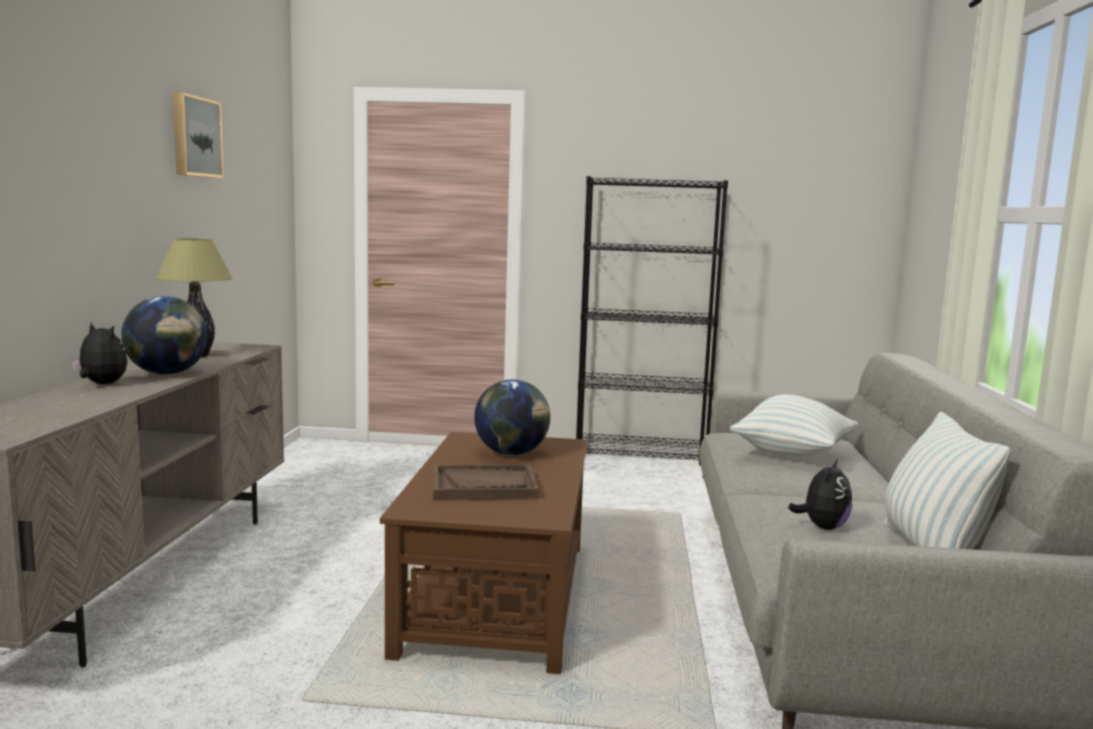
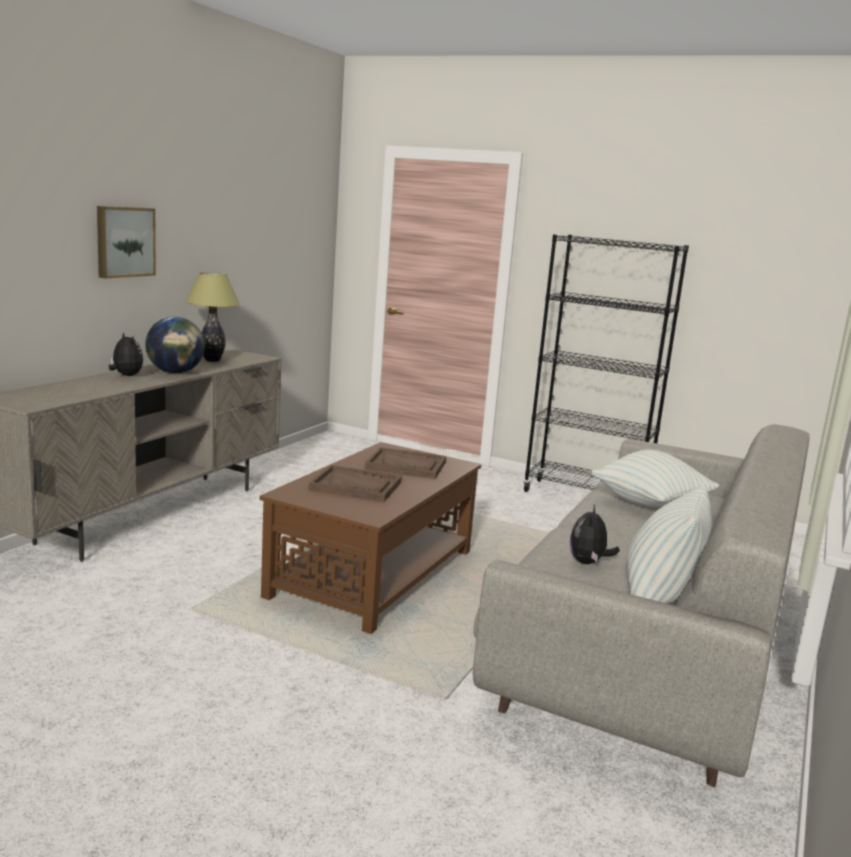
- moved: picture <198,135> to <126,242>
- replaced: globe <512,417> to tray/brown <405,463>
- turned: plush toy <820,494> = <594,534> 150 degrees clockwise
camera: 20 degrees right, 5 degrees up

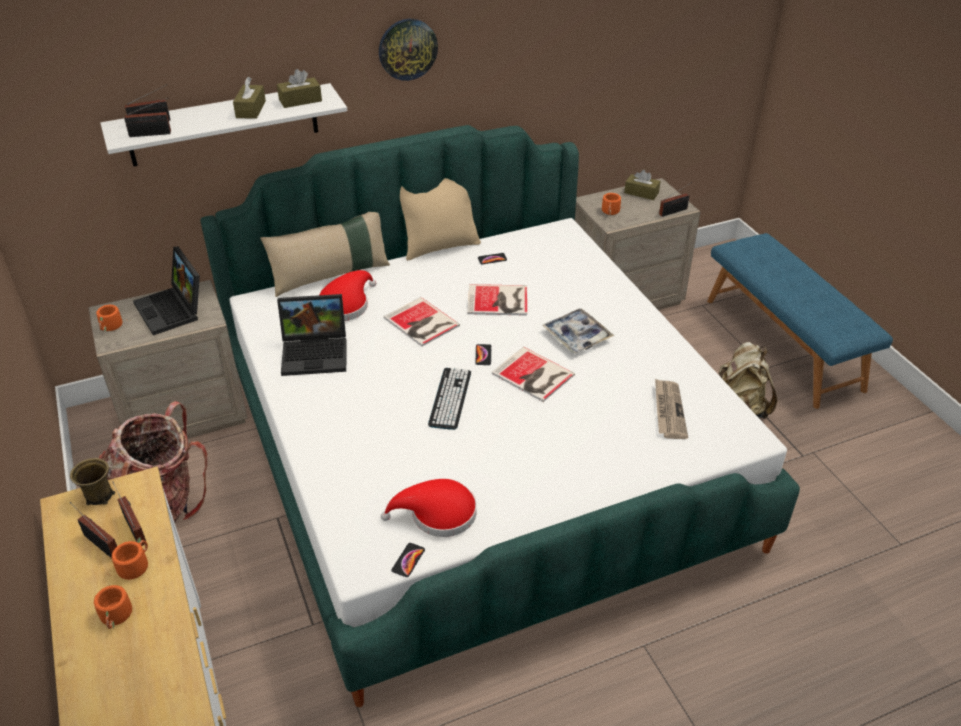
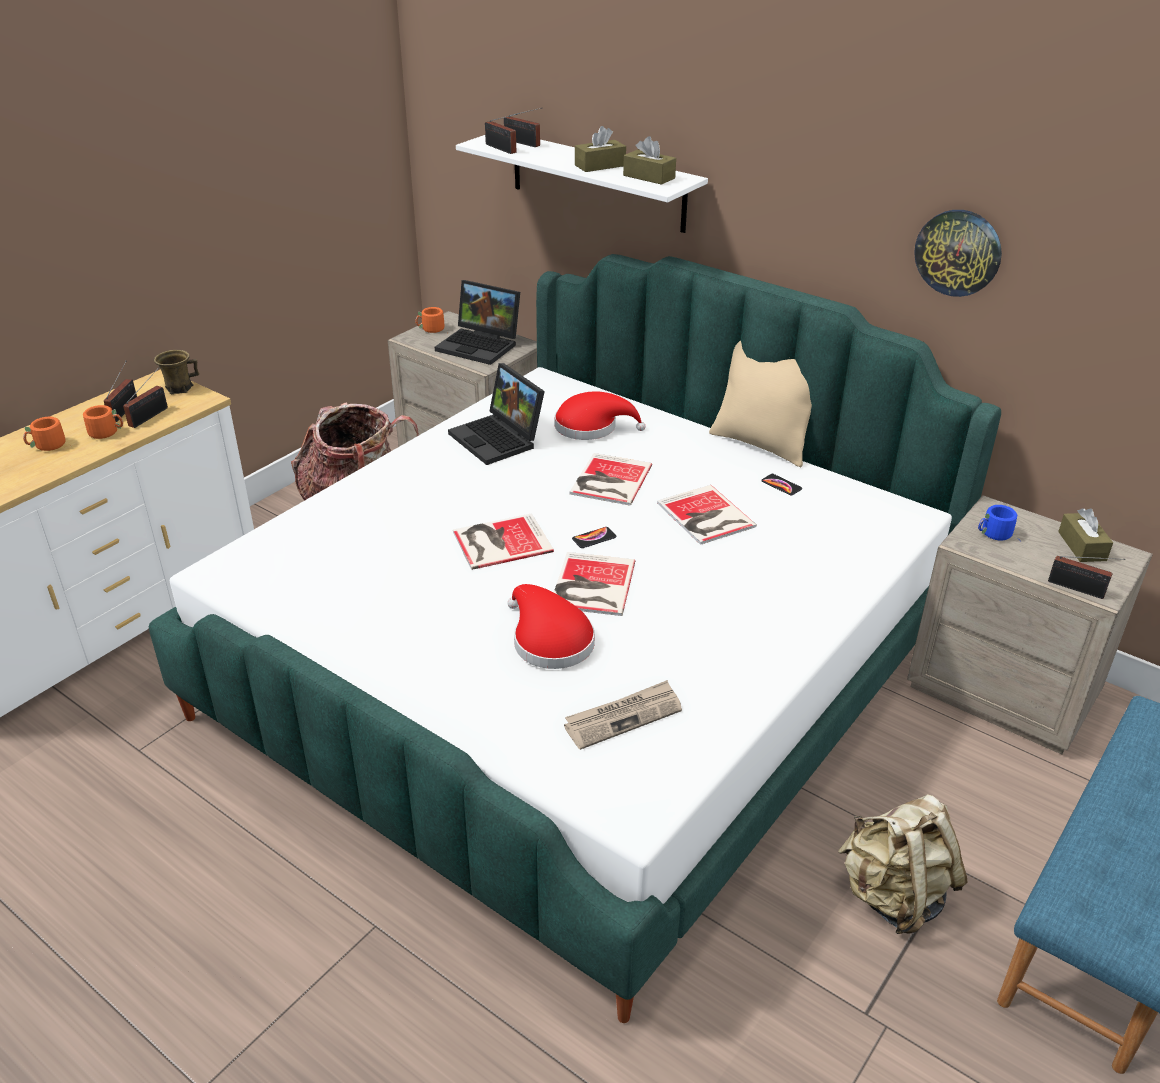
- removed: pillow/beige <325,254>
- removed: phone <408,560>
- removed: tray <578,331>
- moved: wall clock <408,50> to <958,253>
- moved: hat/red <429,508> to <551,626>
- replaced: keyboard <449,399> to book <503,541>
- recoloured: mug/orange <613,204> to mug/blue <997,523>
- turned: laptop <166,290> = <477,322> 90 degrees counterclockwise
camera: 60 degrees right, 5 degrees down

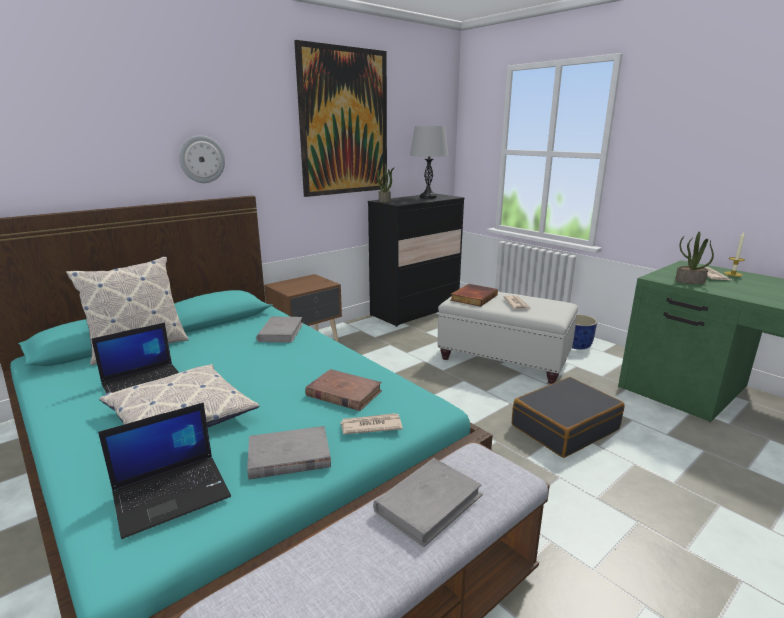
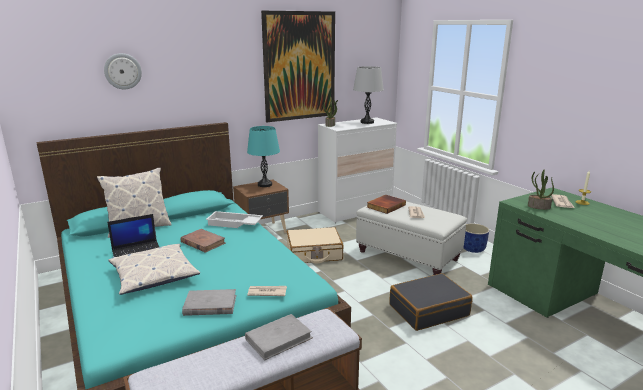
- removed: laptop <164,470>
- added: table lamp/turquoise <263,156>
- added: suitcase/beige <315,245>
- moved: wall clock <202,159> to <123,71>
- moved: book/brown <343,390> to <202,241>
- replaced: book/grey <279,330> to tray/white <234,219>
- recoloured: dresser/black <416,260> to dresser/white <357,170>
camera: 10 degrees right, 0 degrees up

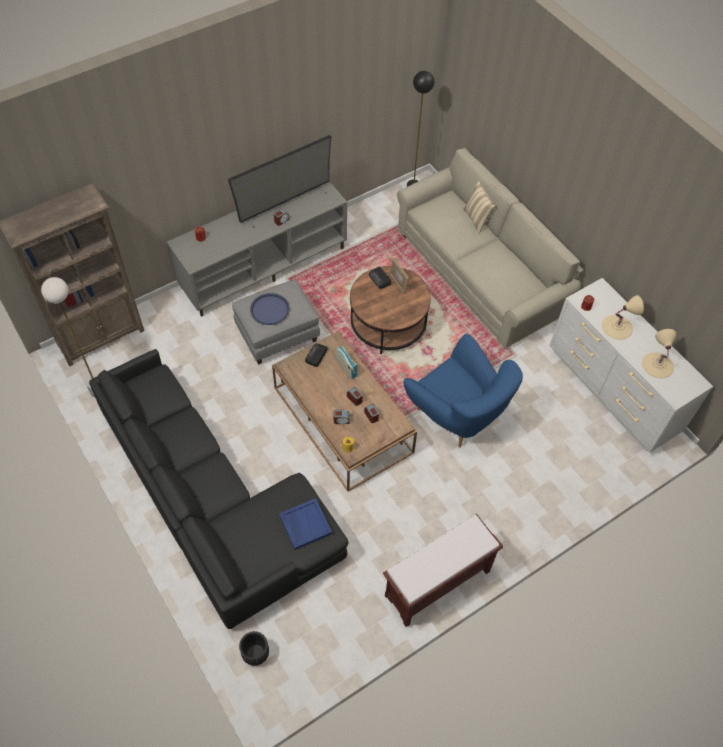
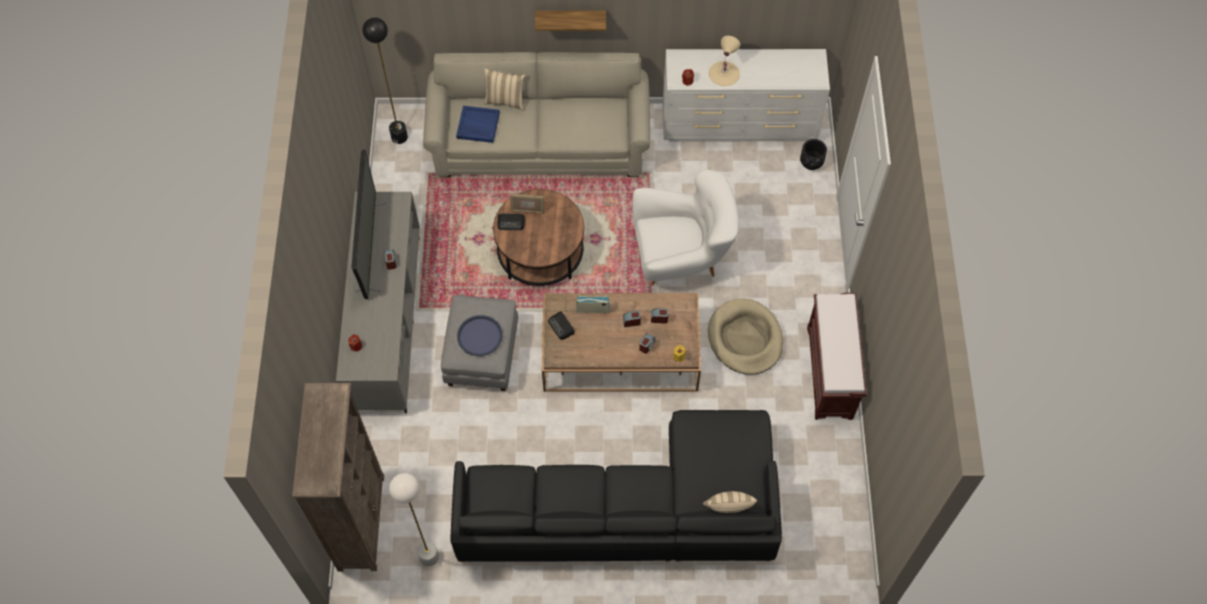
- removed: table lamp/beige <659,353>
- added: shelf <570,20>
- added: pillow/beige <729,502>
- added: dog bed/beige <745,336>
- moved: planter/black <254,648> to <813,154>
- moved: tray/blue <305,524> to <478,124>
- recoloured: armchair/blue <463,391> to armchair/white <685,227>
camera: 55 degrees left, 5 degrees up

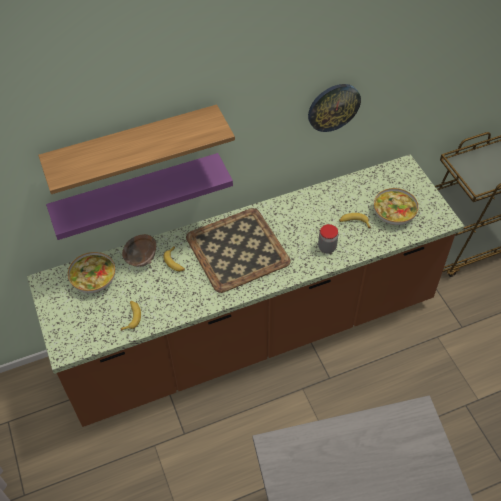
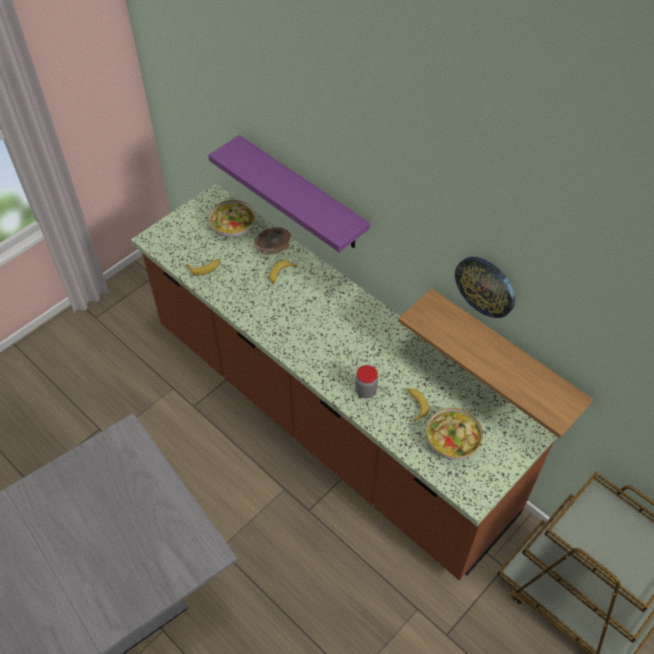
- removed: tray <238,250>
- moved: shelf <136,149> to <495,363>
camera: 65 degrees right, 0 degrees up

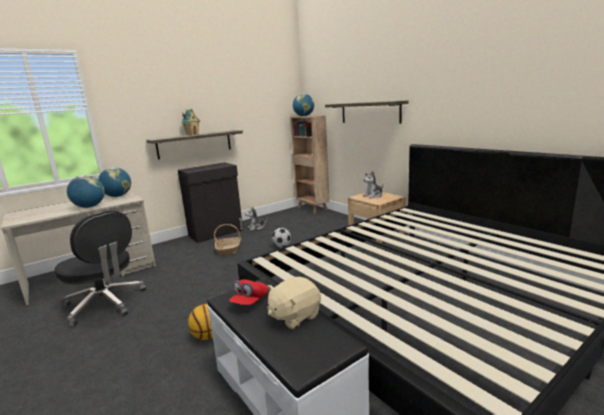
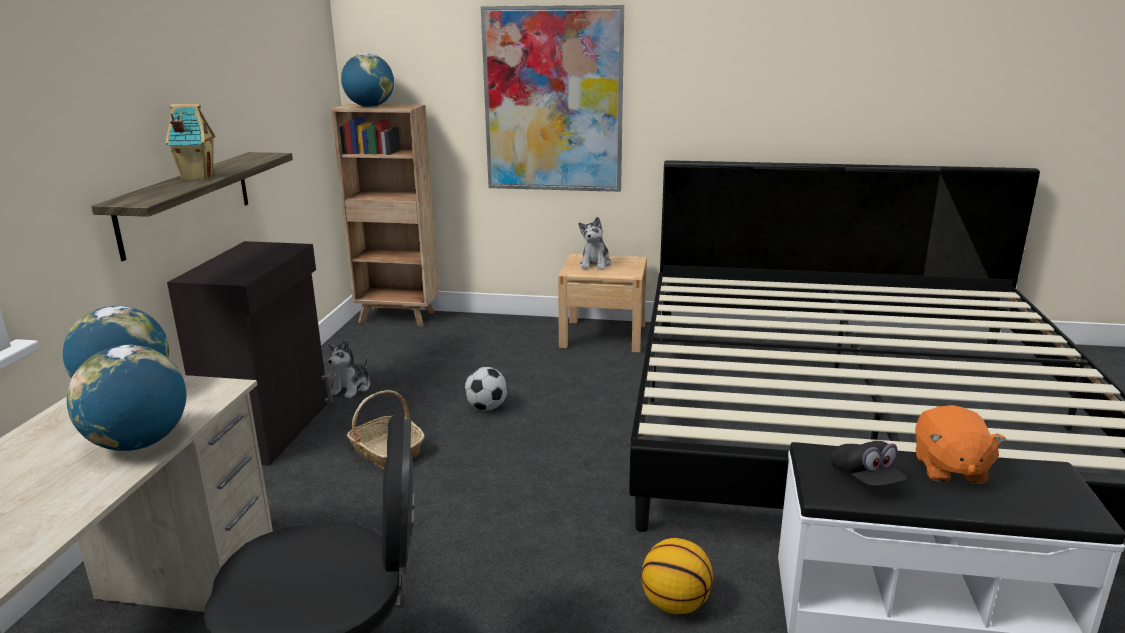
- replaced: shelf <366,112> to picture <552,98>
- recoloured: cap/red <248,292> to cap/black <869,463>
- recoloured: plush toy/beige <294,303> to plush toy/orange <960,444>
camera: 45 degrees left, 5 degrees up

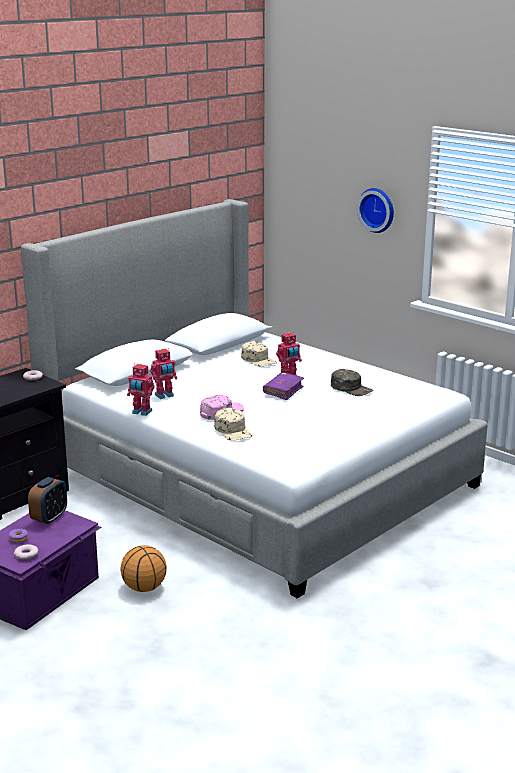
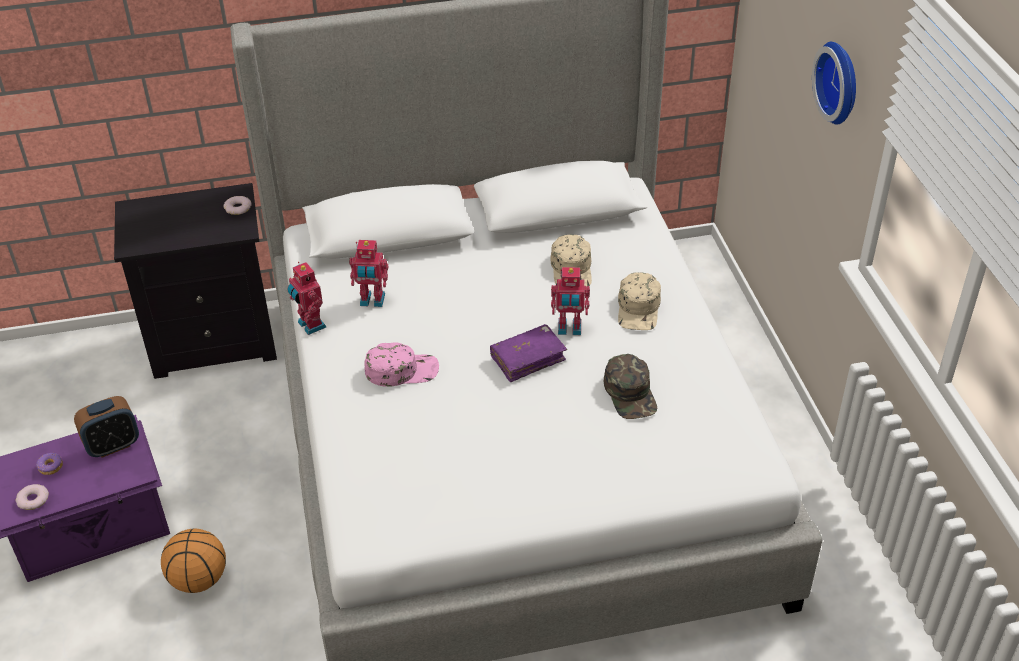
- moved: cap/beige <233,424> to <639,301>
camera: 35 degrees right, 20 degrees up

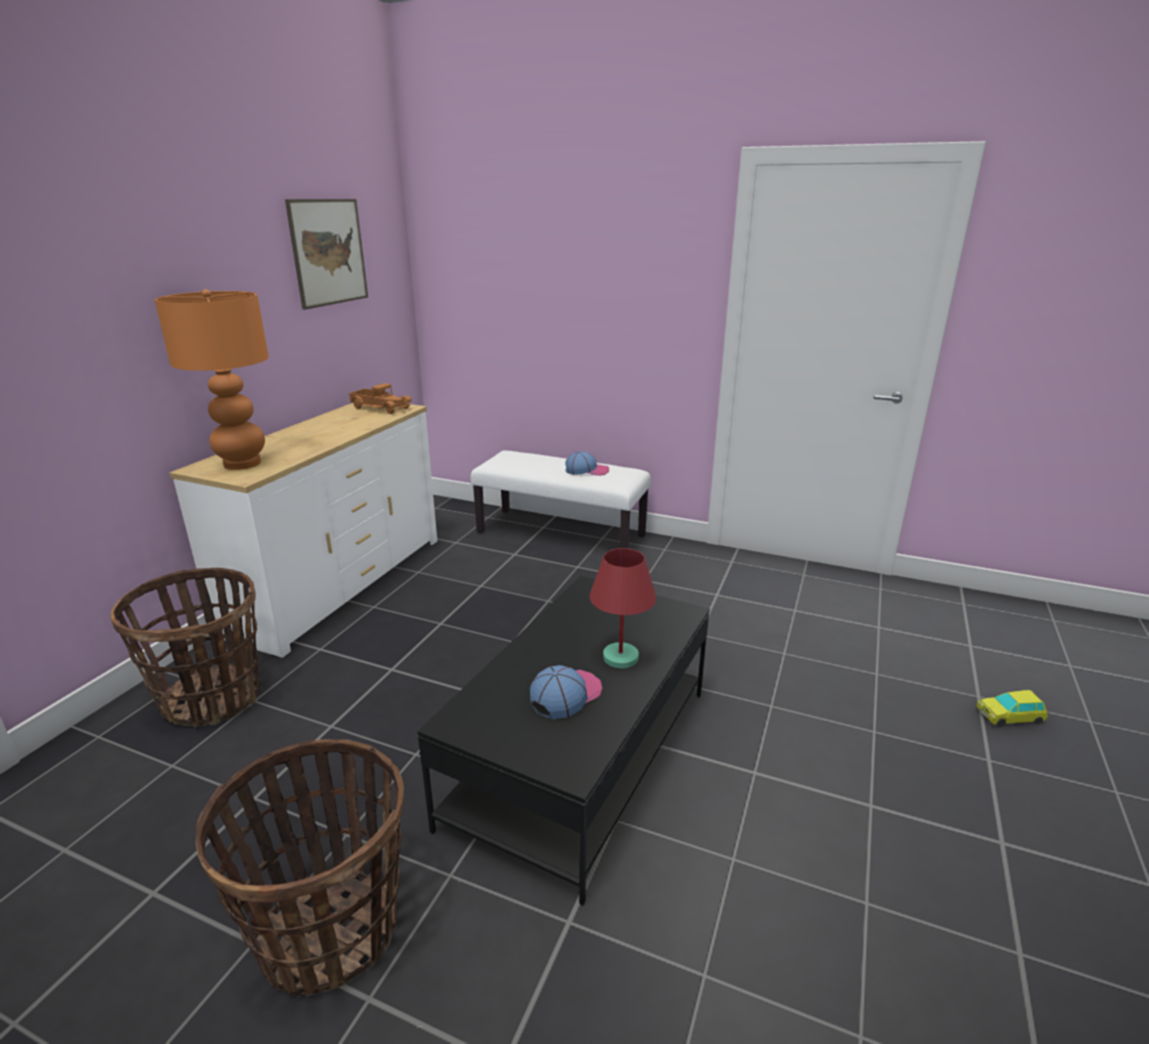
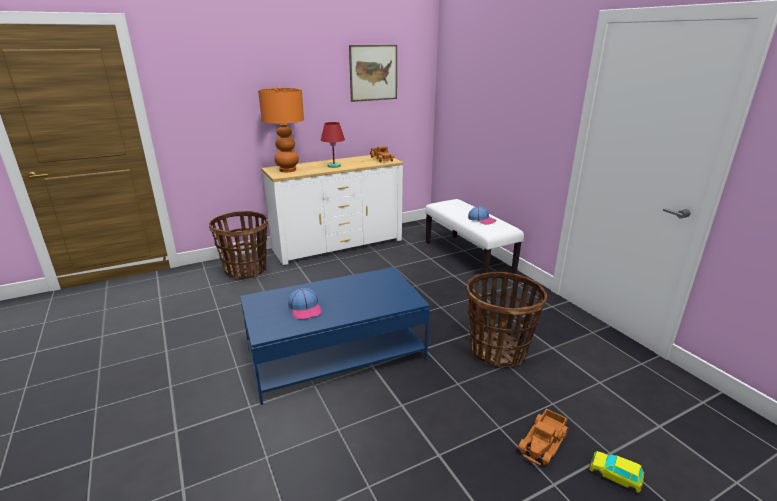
- added: toy truck <543,437>
- moved: basket <300,868> to <507,319>
- moved: table lamp/red <622,608> to <333,145>
- recoloured: coffee table/black <563,741> to coffee table/blue <335,336>
- turned: cap <566,692> = <305,304> 75 degrees clockwise
camera: 40 degrees right, 0 degrees up

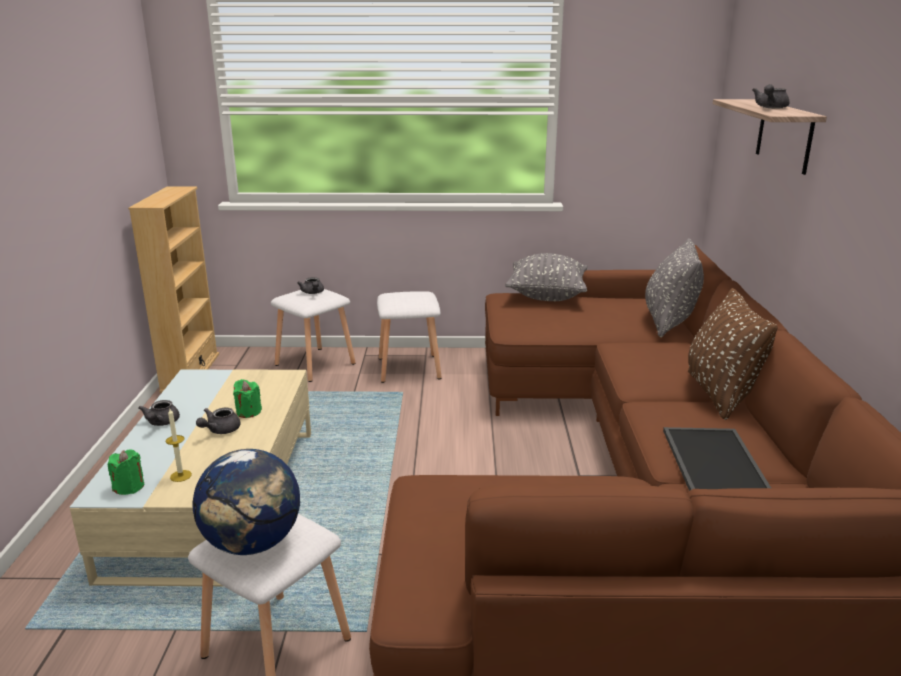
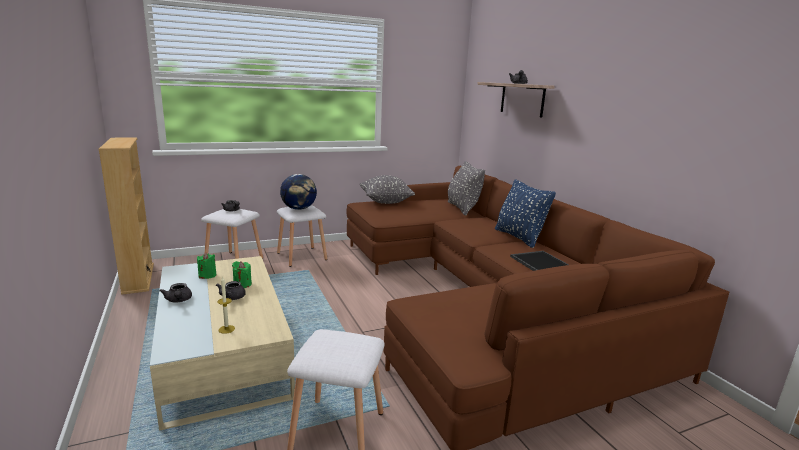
- moved: candle/green <126,472> to <207,265>
- moved: globe <246,502> to <298,192>
- recoloured: pillow/brown <733,354> to pillow/blue <525,213>
camera: 25 degrees left, 5 degrees down

